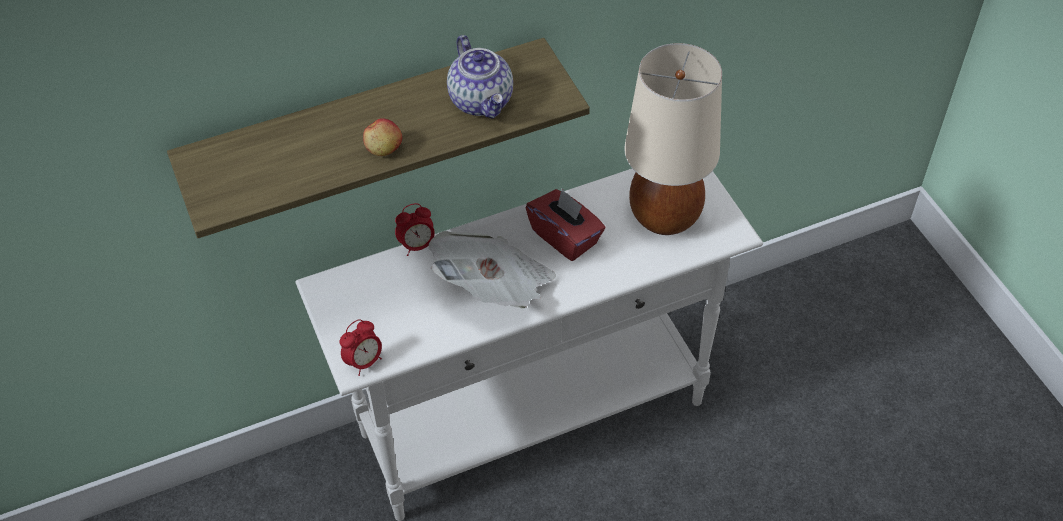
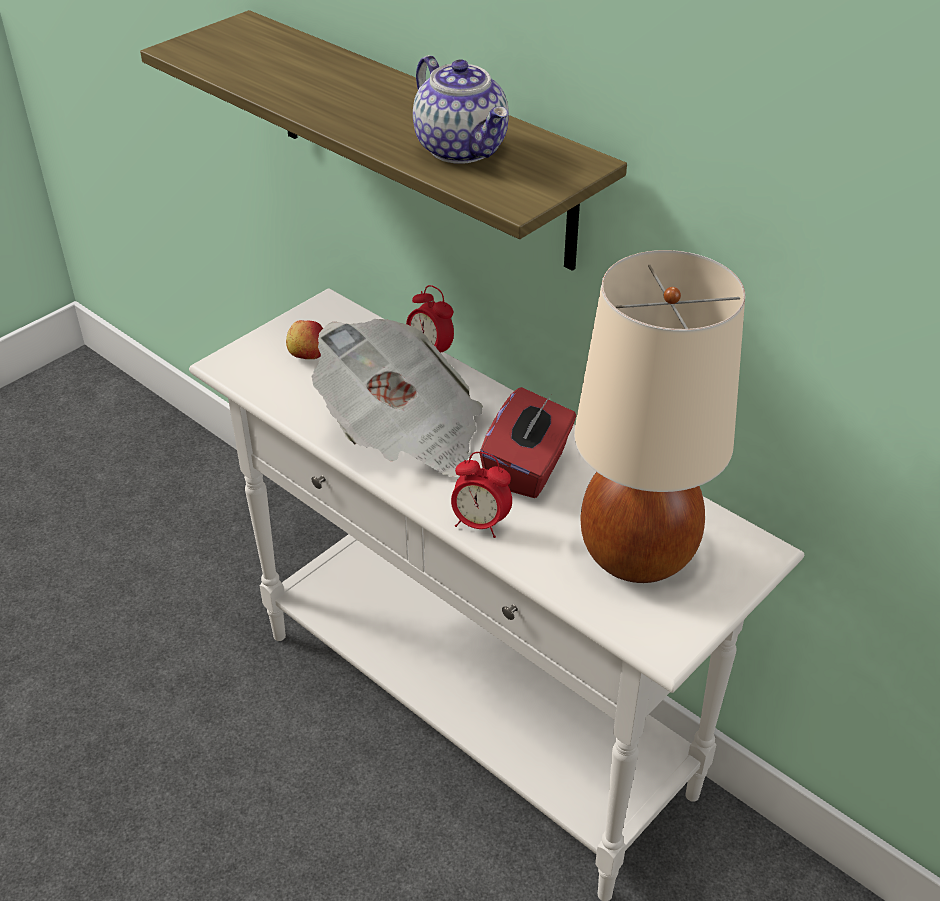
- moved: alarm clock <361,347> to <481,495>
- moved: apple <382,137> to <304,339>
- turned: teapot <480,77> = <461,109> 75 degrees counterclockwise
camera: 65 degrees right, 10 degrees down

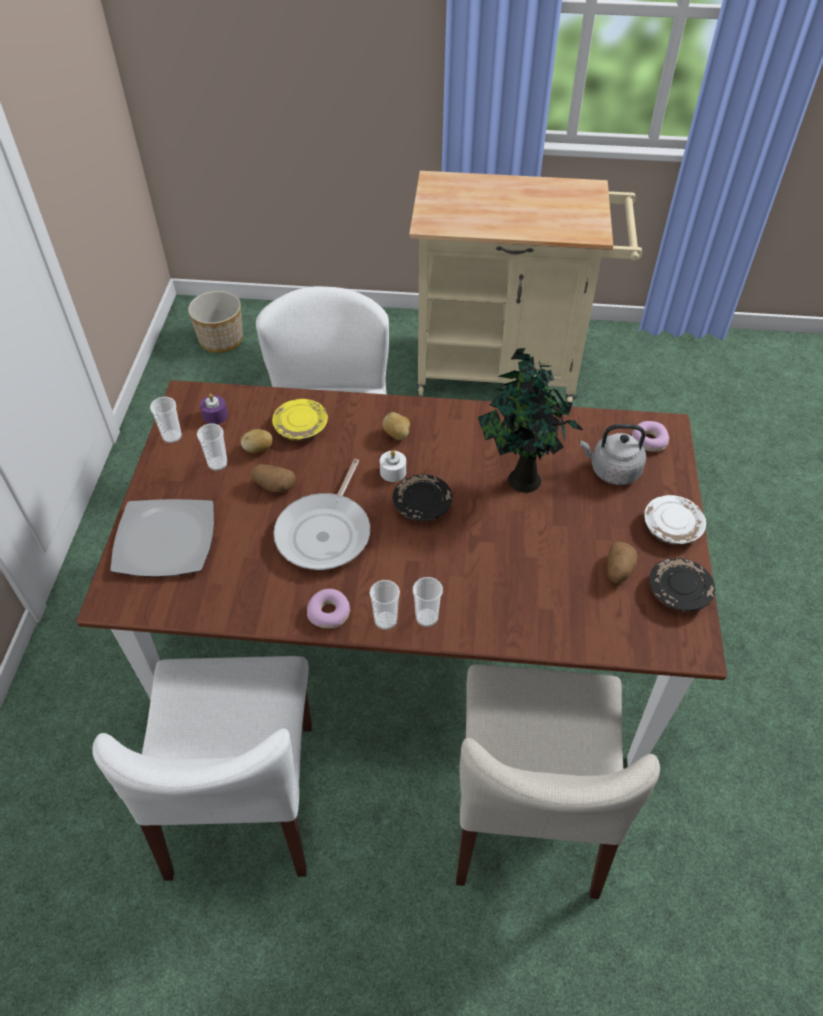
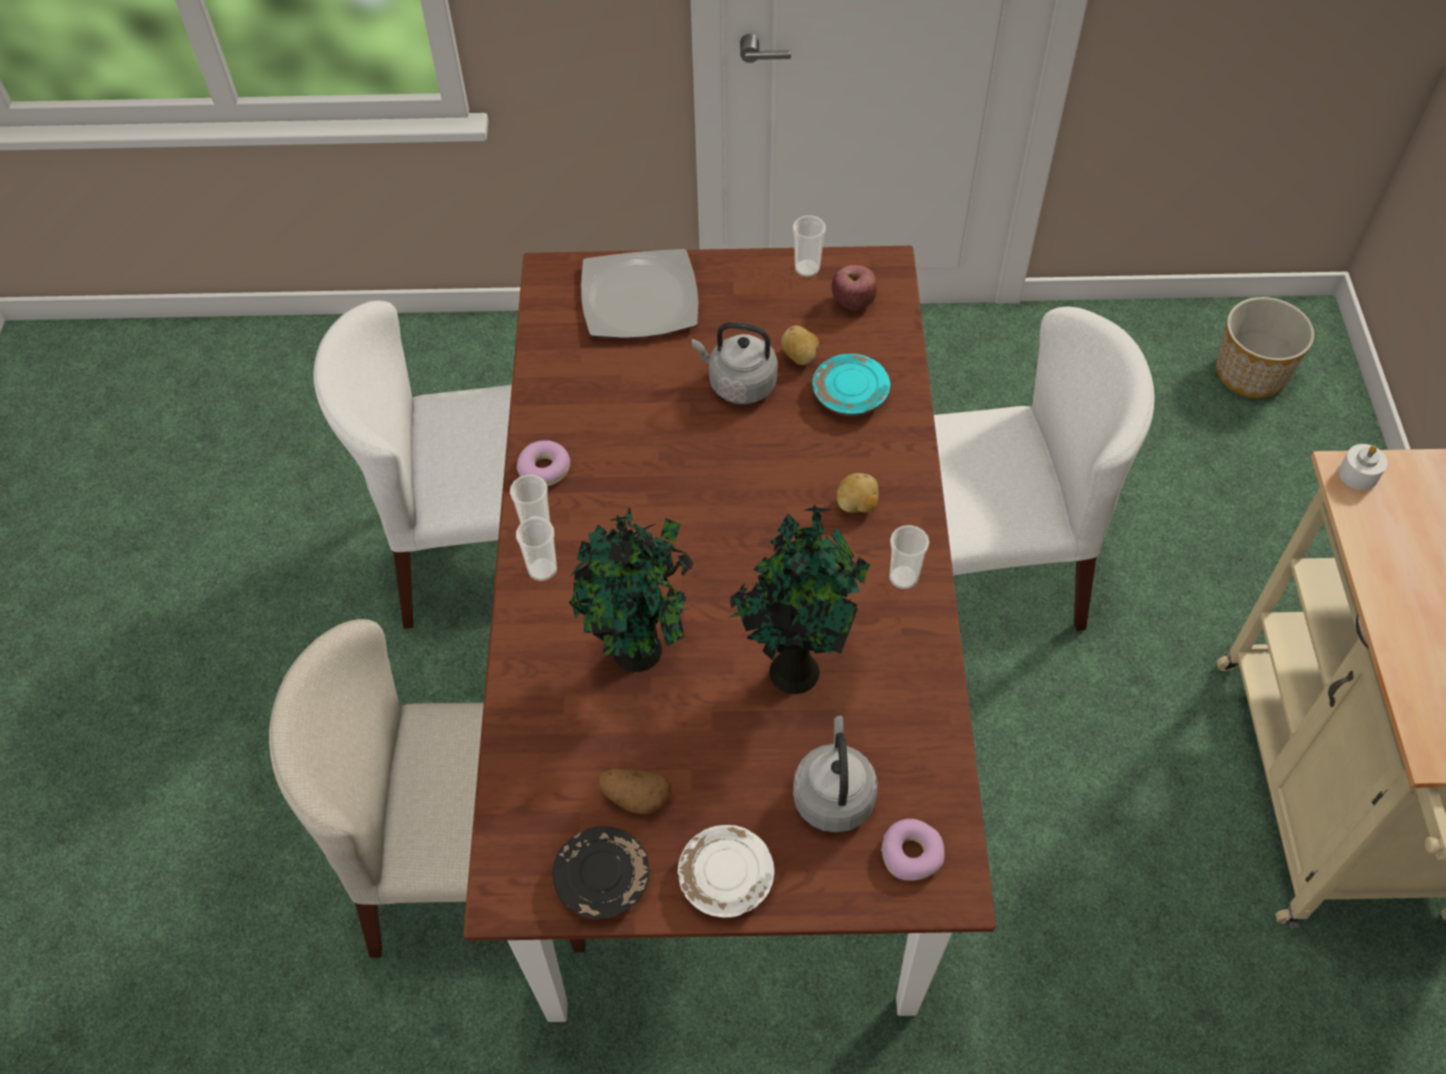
- removed: frying pan <321,514>
- removed: plate/black <422,497>
- added: potted plant <631,589>
- moved: cup <212,447> to <909,557>
- moved: candle/white <393,466> to <1363,467>
- replaced: candle/purple <214,408> to apple <855,287>
- replaced: potato <273,478> to kettle/grey <735,363>
- recoloured: plate/yellow <300,420> to plate/turquoise <851,385>
camera: 85 degrees right, 5 degrees up

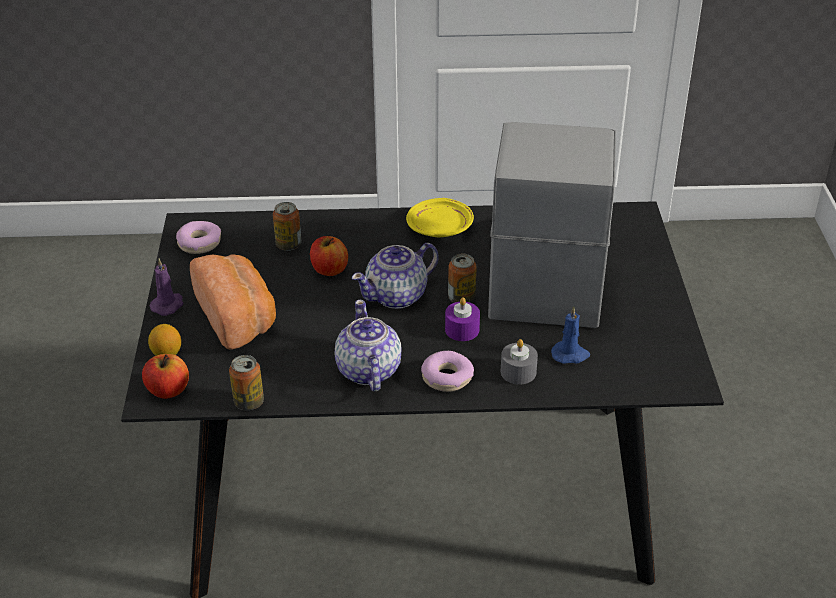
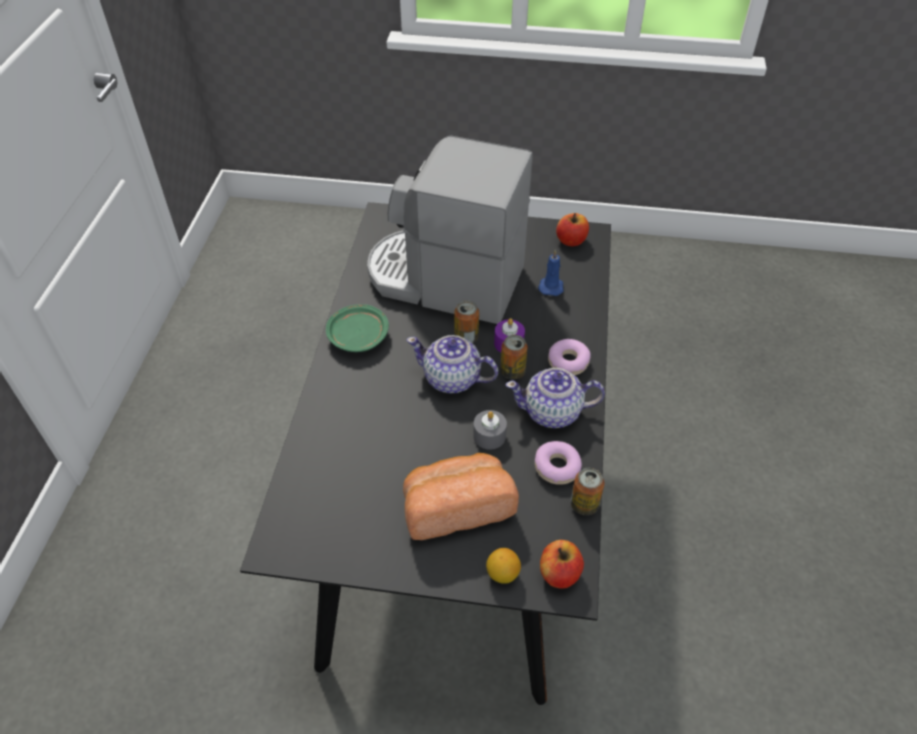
- removed: candle/purple <166,287>
- moved: donut <198,237> to <558,463>
- moved: can <287,226> to <513,357>
- moved: apple <329,256> to <572,229>
- moved: candle/grey <519,362> to <490,429>
- recoloured: plate/yellow <440,217> to plate/green <357,328>
- turned: teapot <395,276> = <452,364> 135 degrees clockwise
camera: 80 degrees left, 10 degrees up

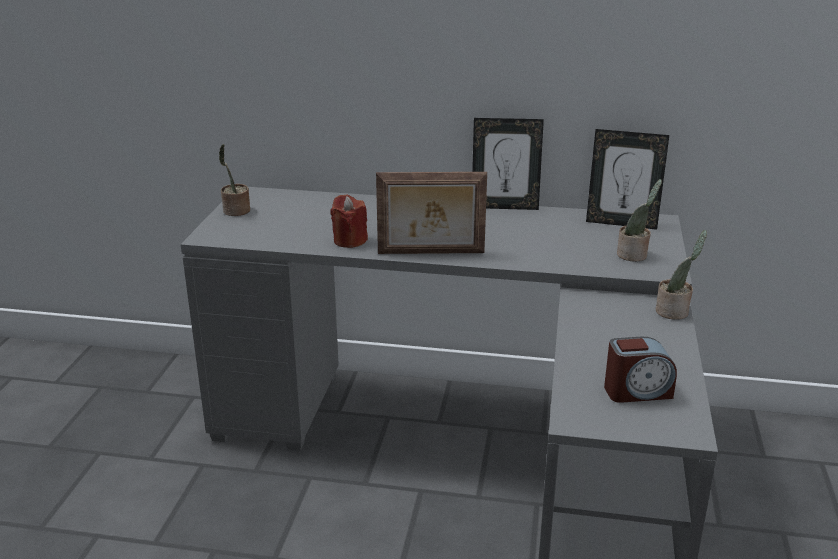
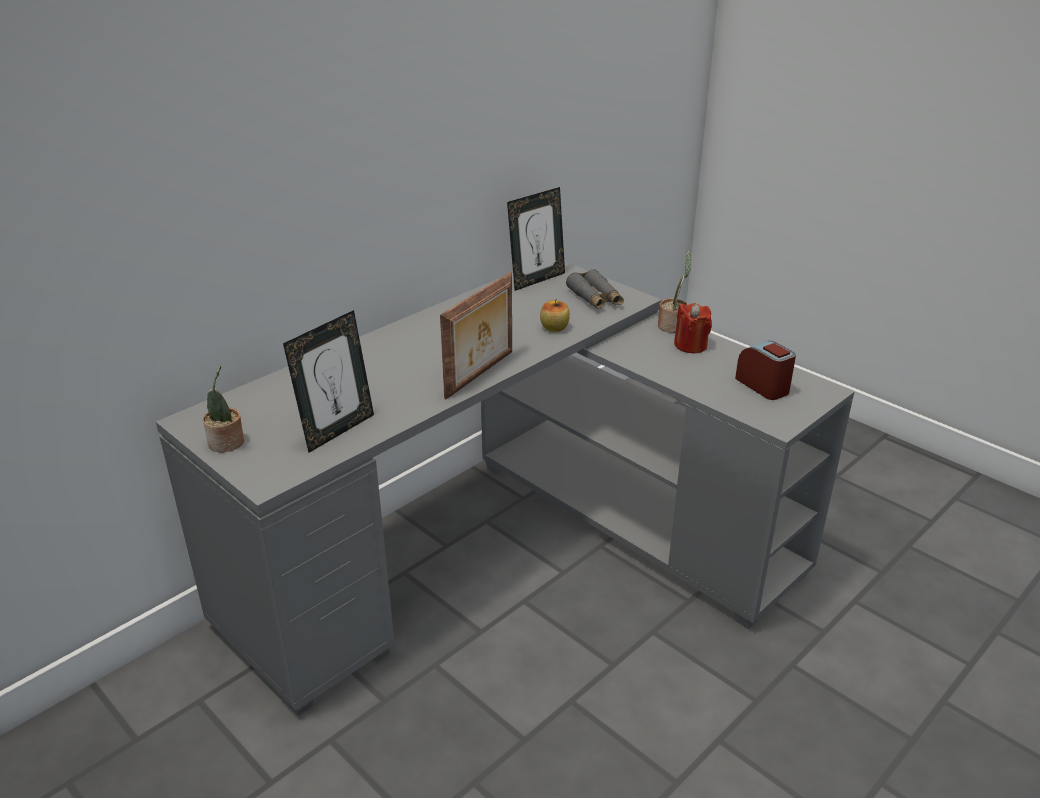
- added: apple <555,316>
- moved: candle/red <349,221> to <693,328>
- moved: picture frame <508,164> to <328,381>
- replaced: potted plant <639,220> to binoculars/grey <595,289>
- turned: alarm clock <640,370> = <765,370> 60 degrees counterclockwise
camera: 55 degrees left, 5 degrees up

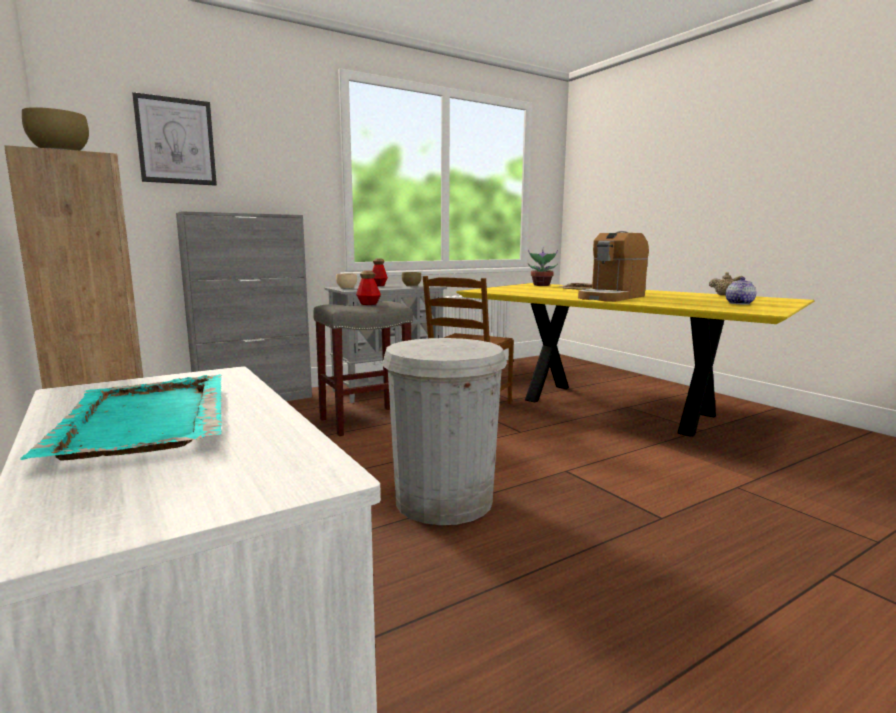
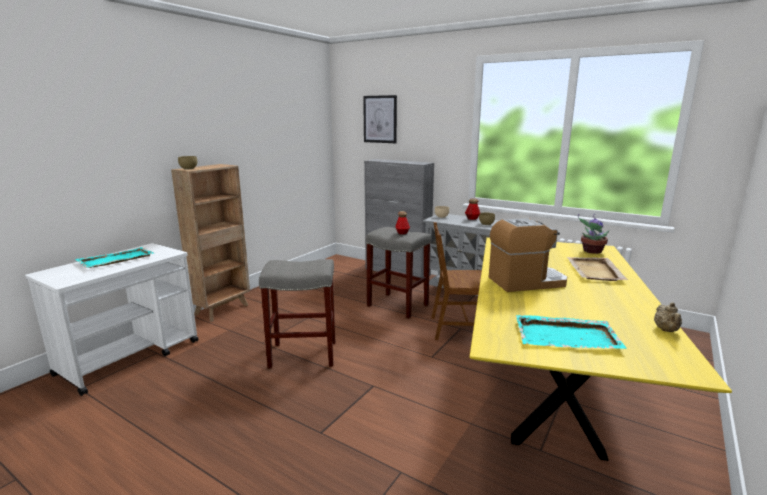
- replaced: trash can/white <444,431> to stool/grey <297,313>
- replaced: teapot <741,291> to tray/turquoise <571,332>
- turned: coffee machine <613,266> = <528,255> 150 degrees clockwise
camera: 65 degrees right, 5 degrees up

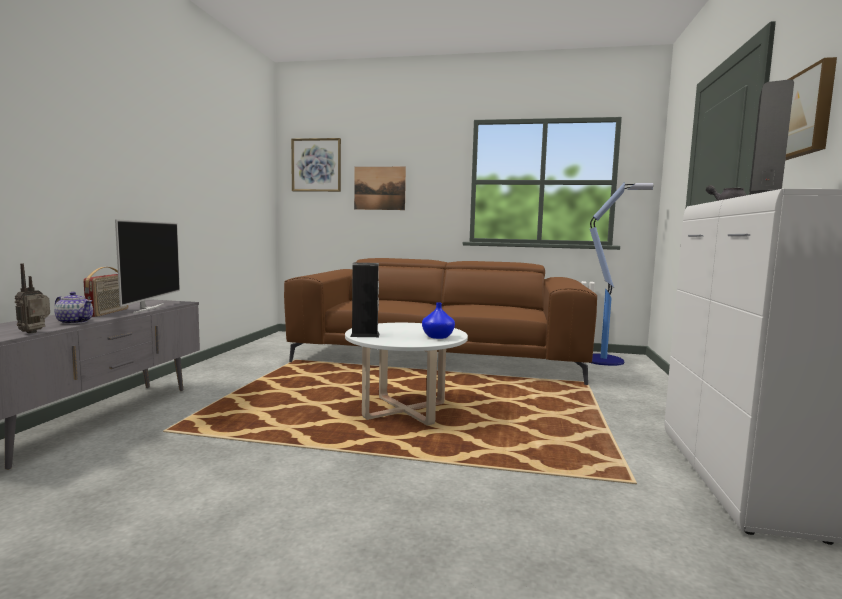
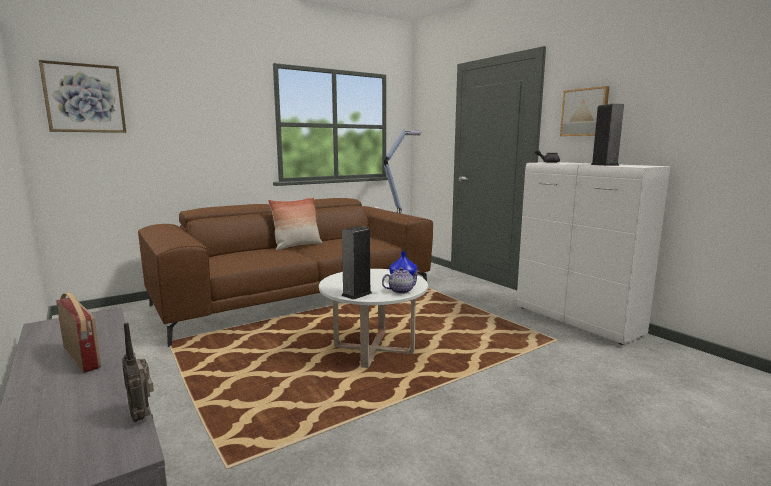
- removed: television <147,266>
- removed: picture <380,188>
- added: pillow <295,223>
- moved: teapot <73,308> to <401,280>
camera: 45 degrees left, 5 degrees up

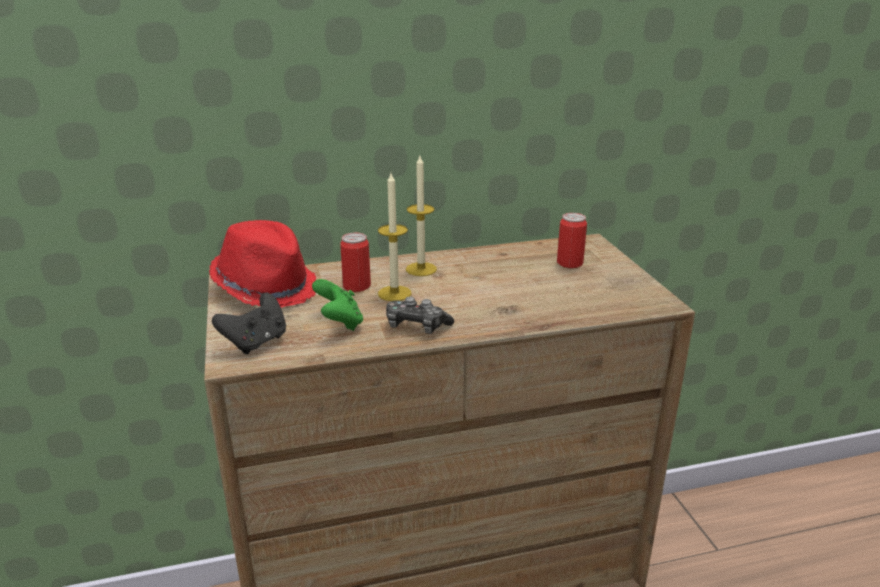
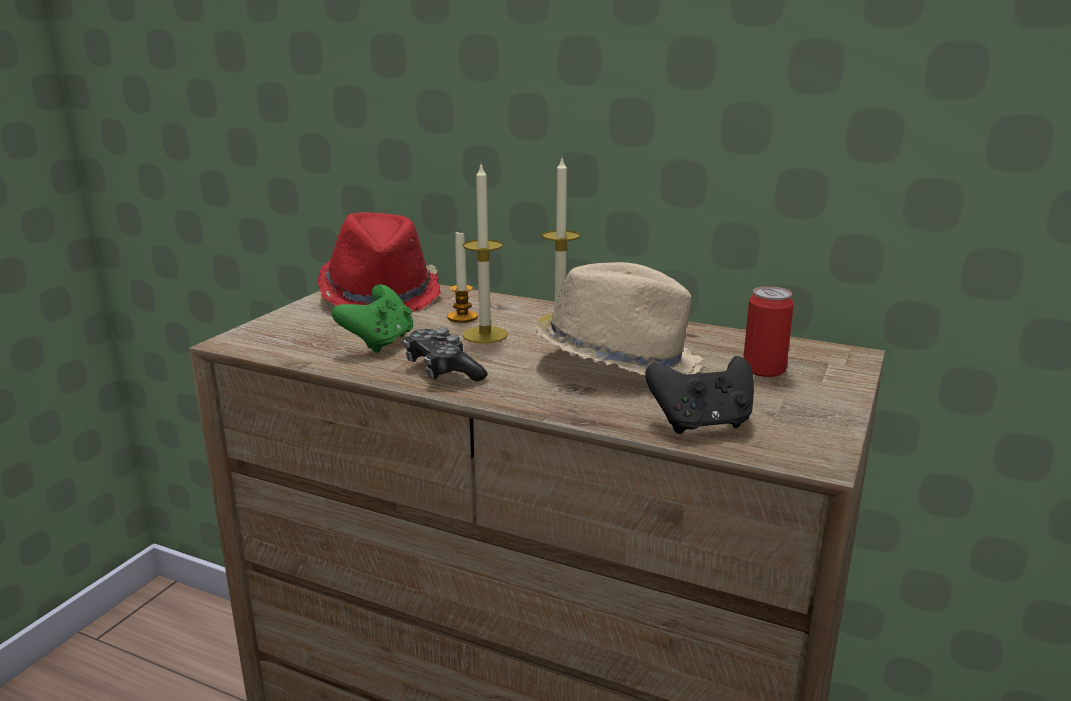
- added: hat/beige <619,318>
- moved: game controller/black <249,323> to <699,395>
- replaced: can <355,262> to candle <462,276>
camera: 40 degrees right, 5 degrees down

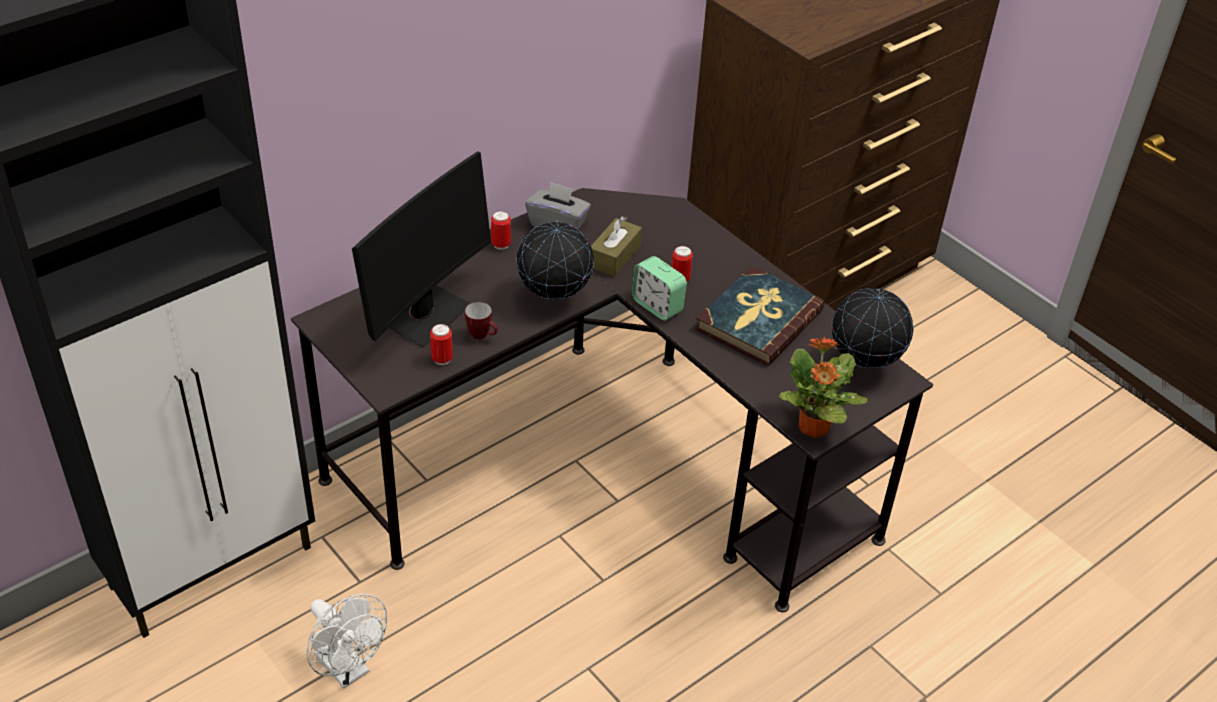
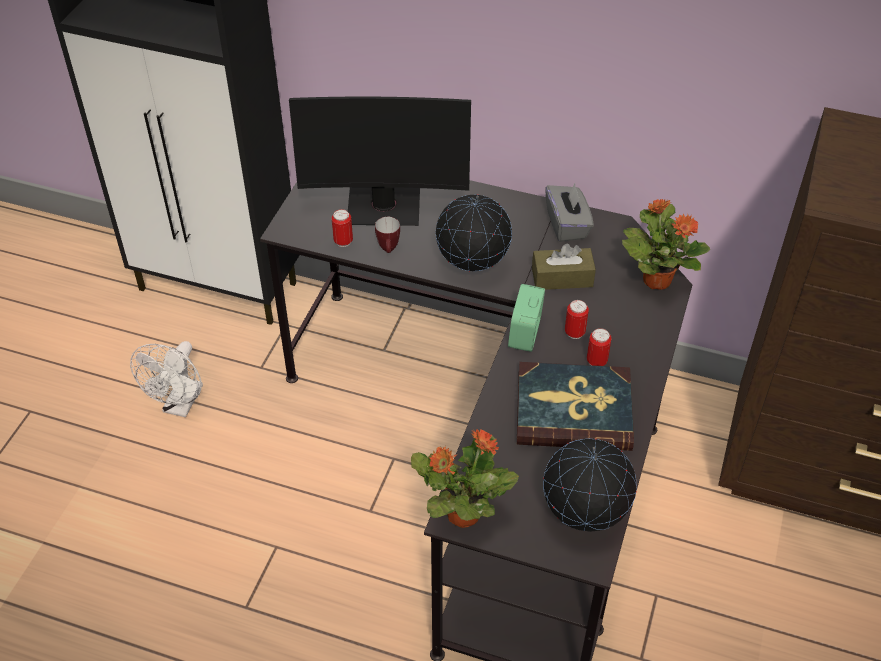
- added: potted plant <666,244>
- moved: can <501,230> to <599,347>
camera: 60 degrees right, 5 degrees up

